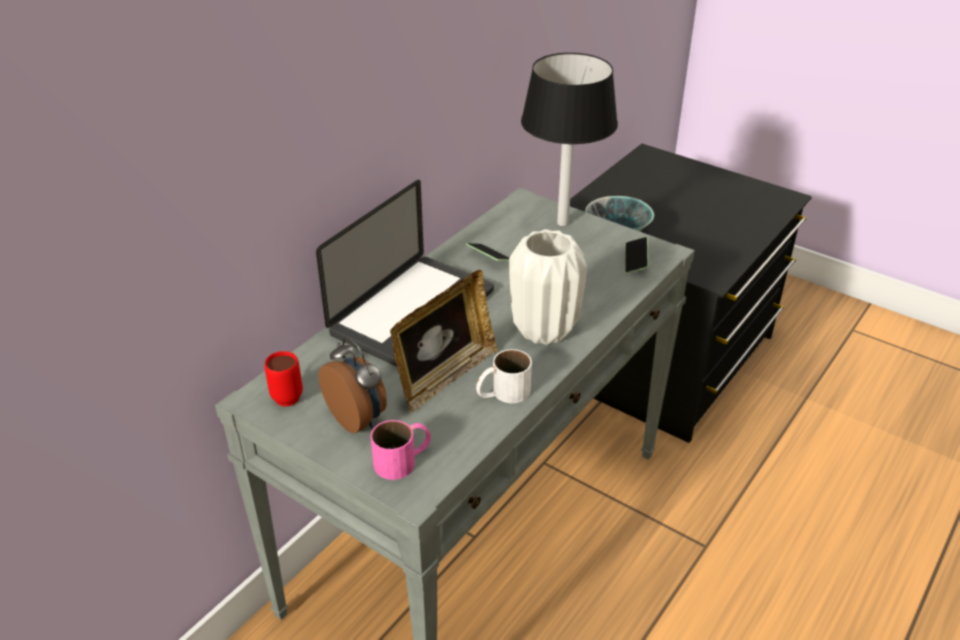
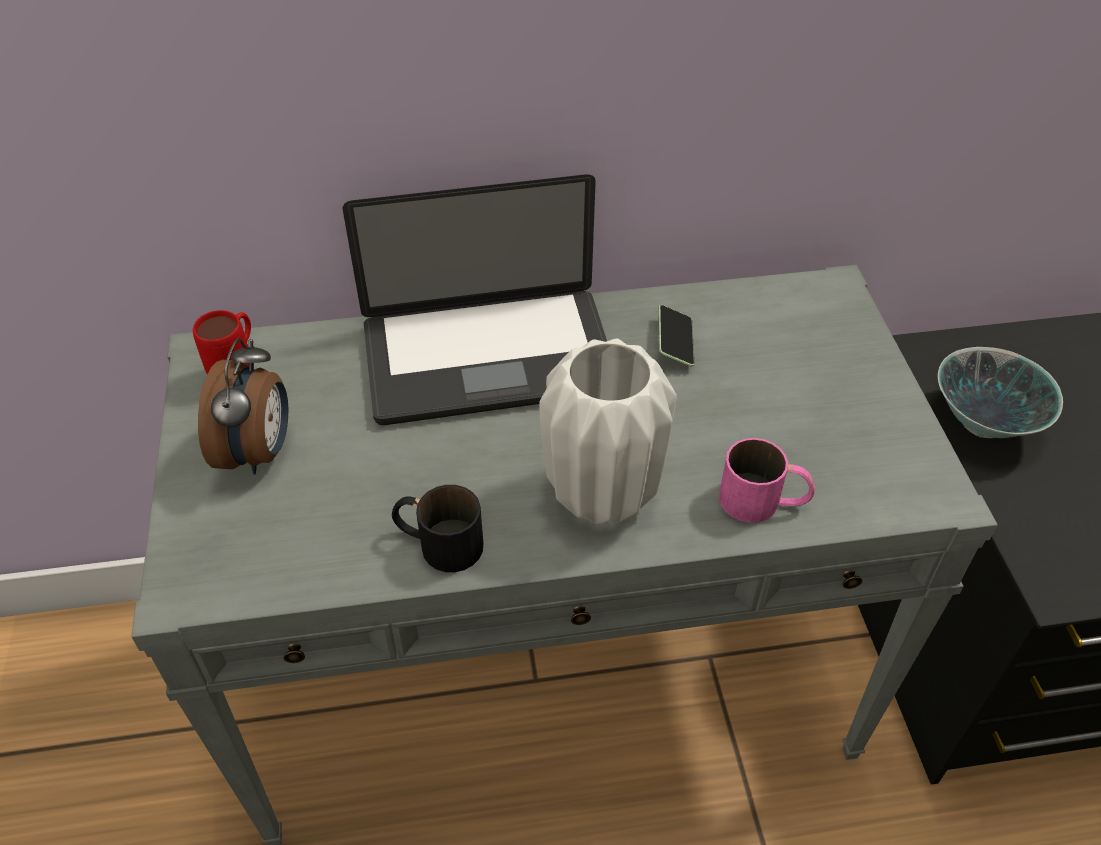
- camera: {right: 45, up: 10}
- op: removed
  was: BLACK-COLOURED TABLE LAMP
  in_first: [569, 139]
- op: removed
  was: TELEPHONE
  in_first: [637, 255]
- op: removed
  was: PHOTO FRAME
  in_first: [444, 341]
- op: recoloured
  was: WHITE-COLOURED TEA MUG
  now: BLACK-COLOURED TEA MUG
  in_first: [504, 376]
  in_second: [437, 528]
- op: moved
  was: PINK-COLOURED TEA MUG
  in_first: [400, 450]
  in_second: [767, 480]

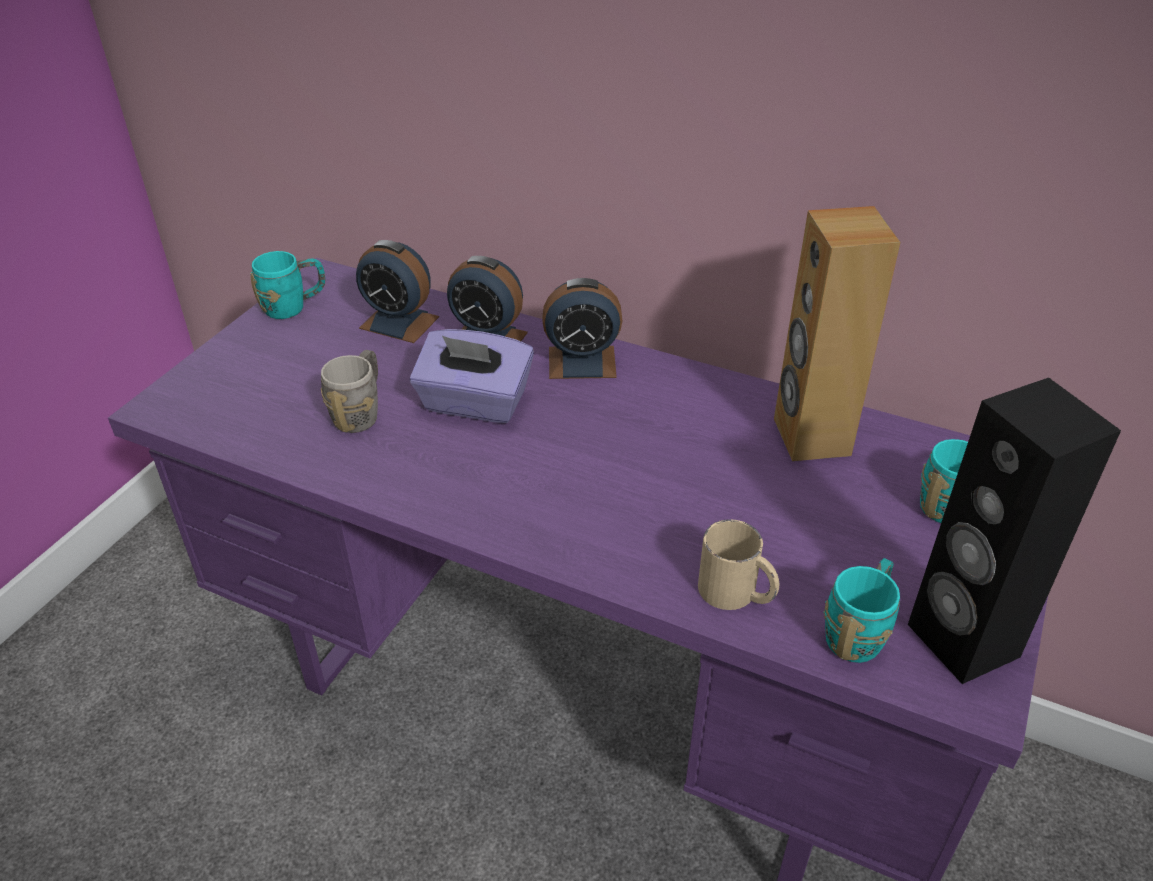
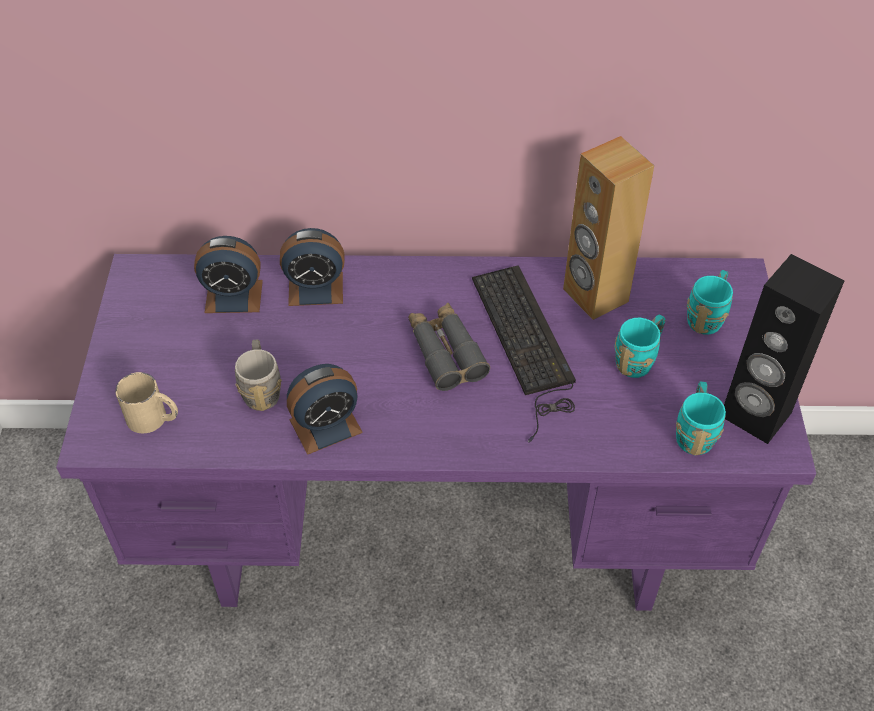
- camera: {right: -25, up: 10}
- op: moved
  was: TURQUOISE TEA MUG
  in_first: [287, 285]
  in_second: [640, 346]
- op: moved
  was: TABLE CLOCK
  in_first: [582, 328]
  in_second: [325, 409]
- op: removed
  was: PURPLE TISSUE BOX
  in_first: [472, 376]
- op: moved
  was: BEIGE TEA MUG
  in_first: [738, 564]
  in_second: [146, 403]
- op: added
  now: KEYBOARD
  in_second: [524, 354]
- op: added
  now: GRAY PAIR OF BINOCULARS
  in_second: [449, 347]

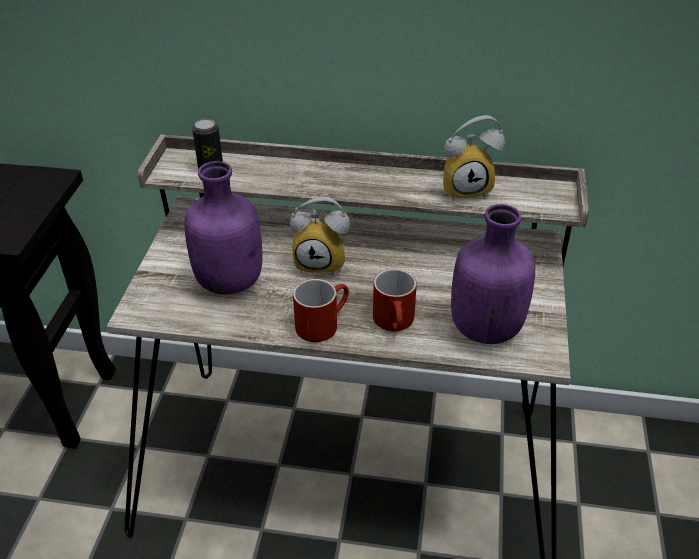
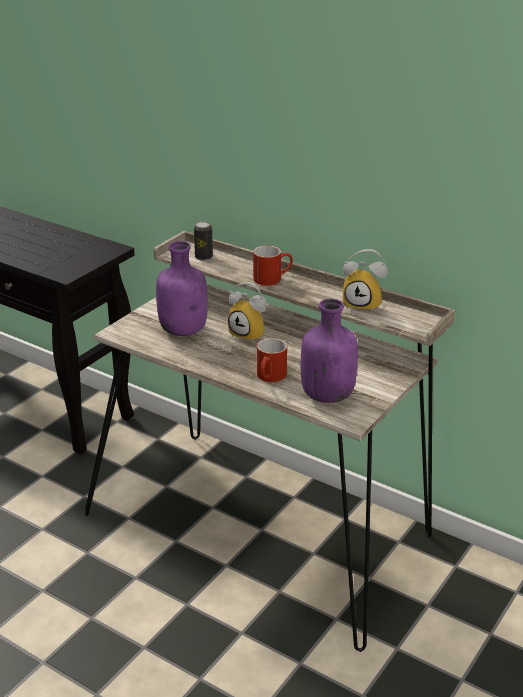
- camera: {right: 25, up: -10}
- op: moved
  was: REDDISH TEA MUG
  in_first: [321, 310]
  in_second: [273, 266]

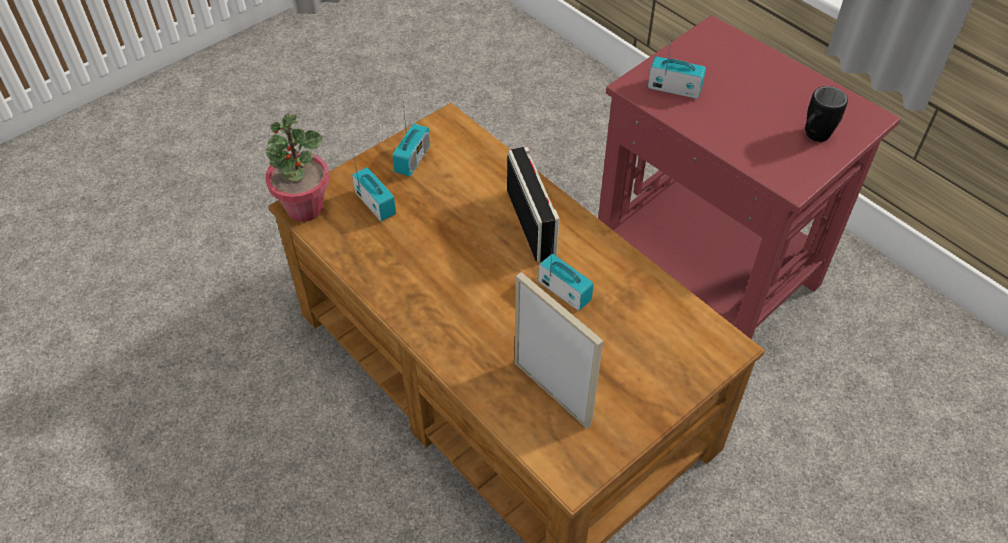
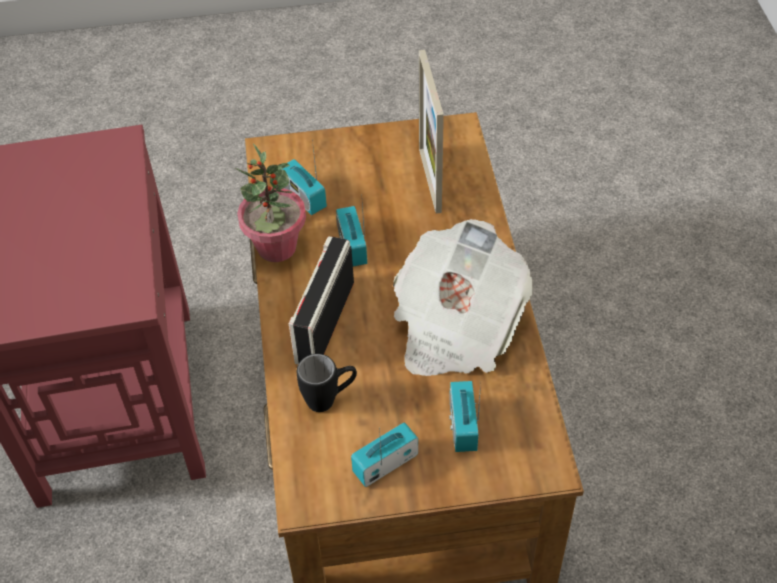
- camera: {right: -145, up: 0}
- op: moved
  was: RADIO RECEIVER
  in_first: [677, 65]
  in_second: [304, 177]
- op: moved
  was: BLACK-COLOURED TEA MUG
  in_first: [826, 114]
  in_second: [327, 383]
- op: moved
  was: POTTED PLANT
  in_first: [297, 167]
  in_second: [270, 203]
- op: added
  now: DAILY PAPER
  in_second: [463, 297]

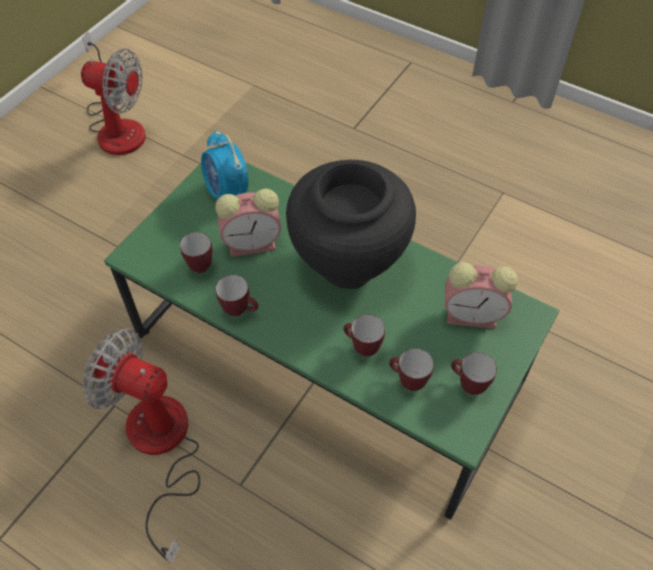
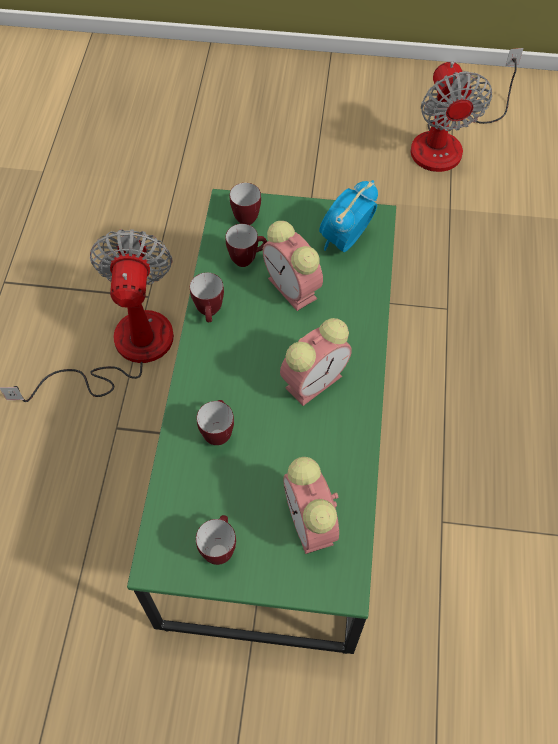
- camera: {right: 65, up: 5}
- op: replaced
  was: BLACK-COLOURED VASE
  now: TABLE CLOCK
  in_first: [351, 224]
  in_second: [316, 362]
- op: moved
  was: TEA MUG
  in_first: [411, 369]
  in_second: [245, 204]

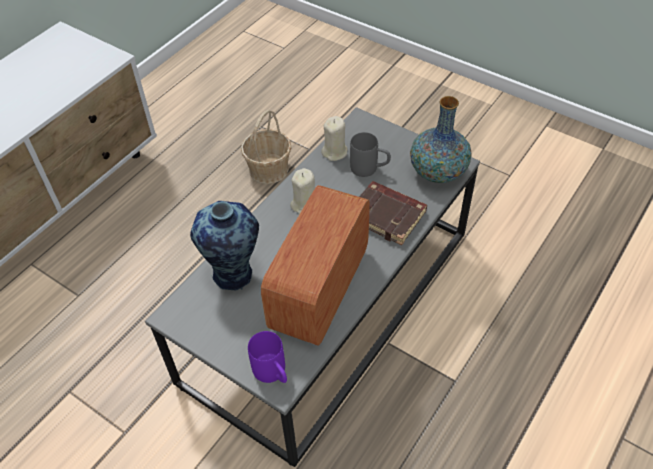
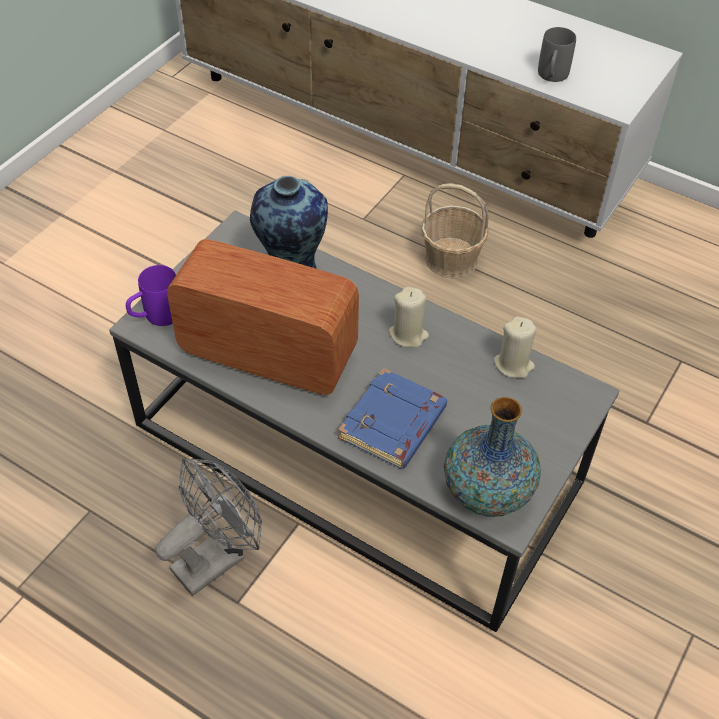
- camera: {right: 85, up: 0}
- op: moved
  was: HOUSEHOLD BASKET
  in_first: [266, 146]
  in_second: [455, 231]
- op: moved
  was: GRAY TEA MUG
  in_first: [370, 154]
  in_second: [557, 54]
- op: recoloured
  was: BROWNISH VOLUME
  now: BLUISH VOLUME
  in_first: [393, 213]
  in_second: [392, 418]
- op: added
  now: GRAY ELECTRIC FAN
  in_second: [208, 527]

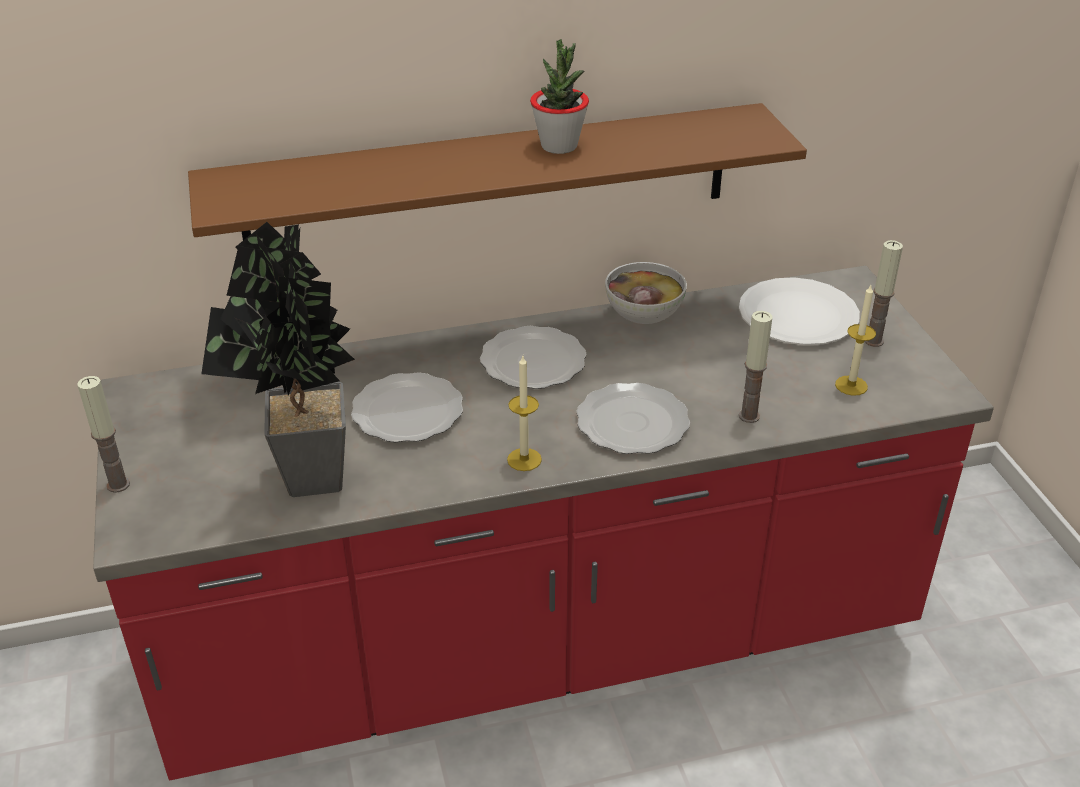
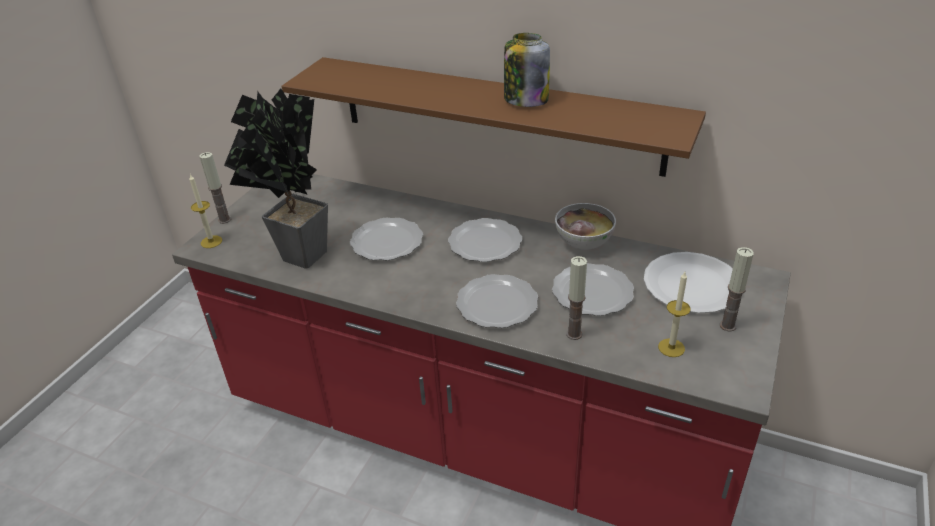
- camera: {right: 40, up: 0}
- op: replaced
  was: POTTED PLANT
  now: PRESERVE JAR
  in_first: [559, 96]
  in_second: [527, 70]
- op: moved
  was: CANDLE
  in_first: [524, 413]
  in_second: [205, 211]
- op: added
  now: PLATE
  in_second: [593, 289]

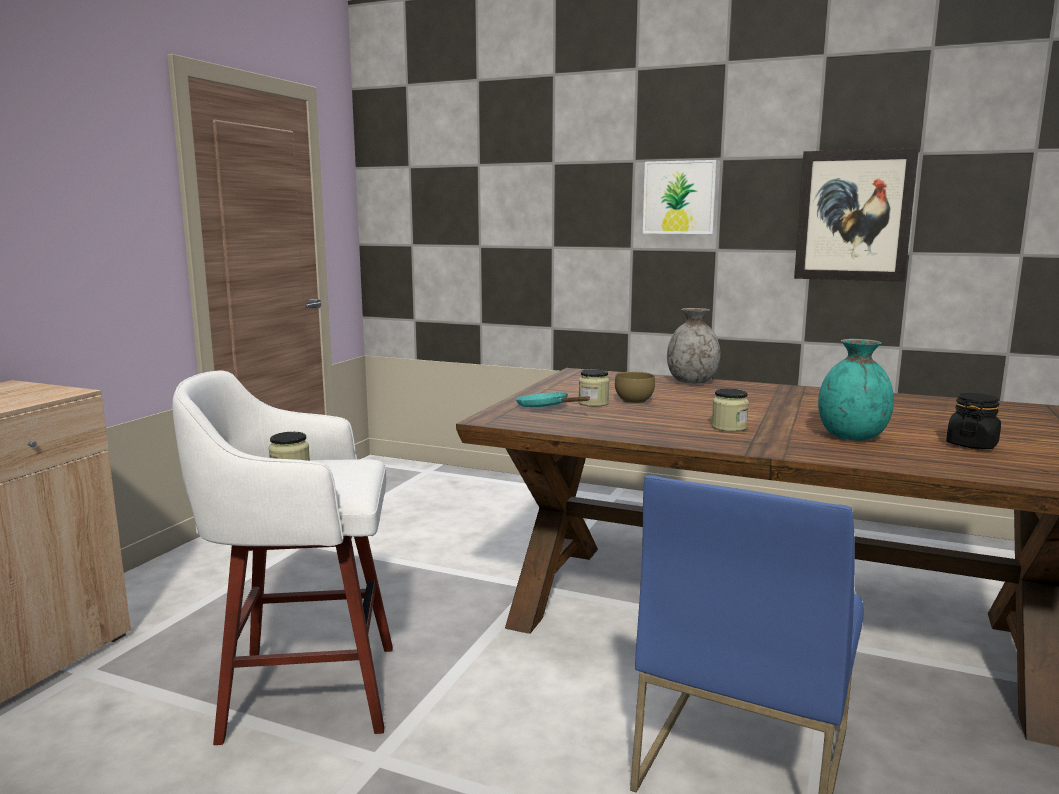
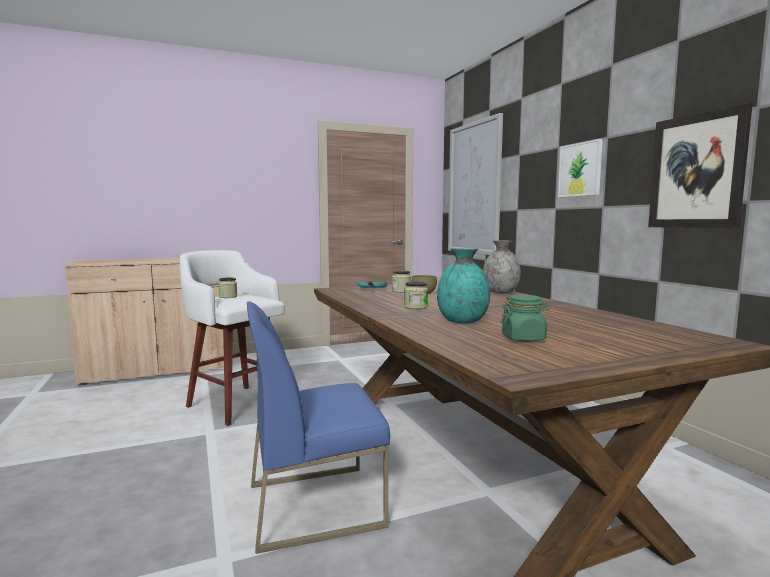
- camera: {right: 45, up: -5}
- op: recoloured
  was: BLACK-COLOURED PRESERVE JAR
  now: GREENISH PRESERVE JAR
  in_first: [973, 421]
  in_second: [525, 318]
- op: added
  now: WALL ART
  in_second: [475, 184]

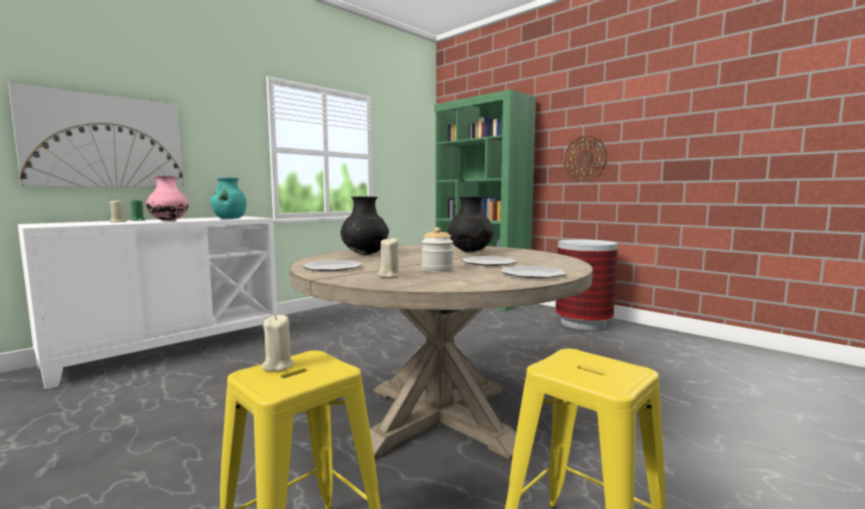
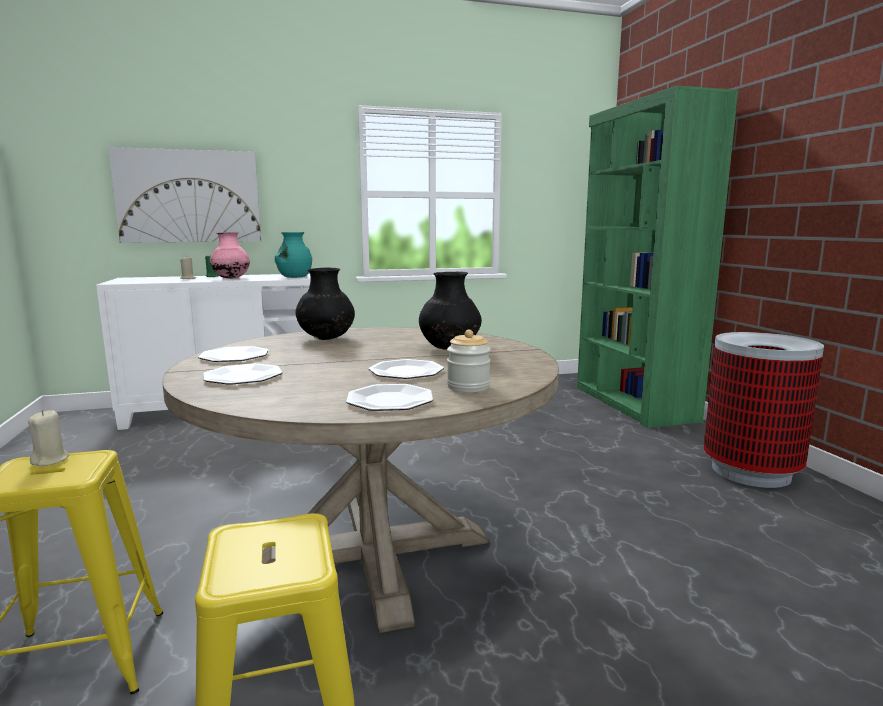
- camera: {right: 30, up: 5}
- op: removed
  was: CLOCK ON THE WALL
  in_first: [585, 158]
- op: moved
  was: PRESERVE JAR
  in_first: [437, 249]
  in_second: [469, 361]
- op: replaced
  was: BEIGE CANDLE
  now: PLATE
  in_first: [389, 258]
  in_second: [243, 374]

